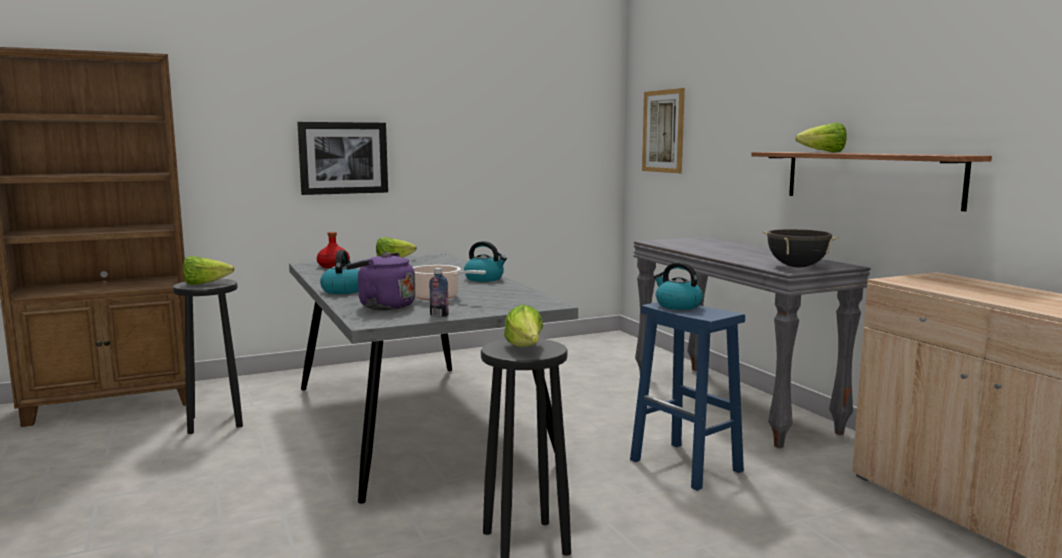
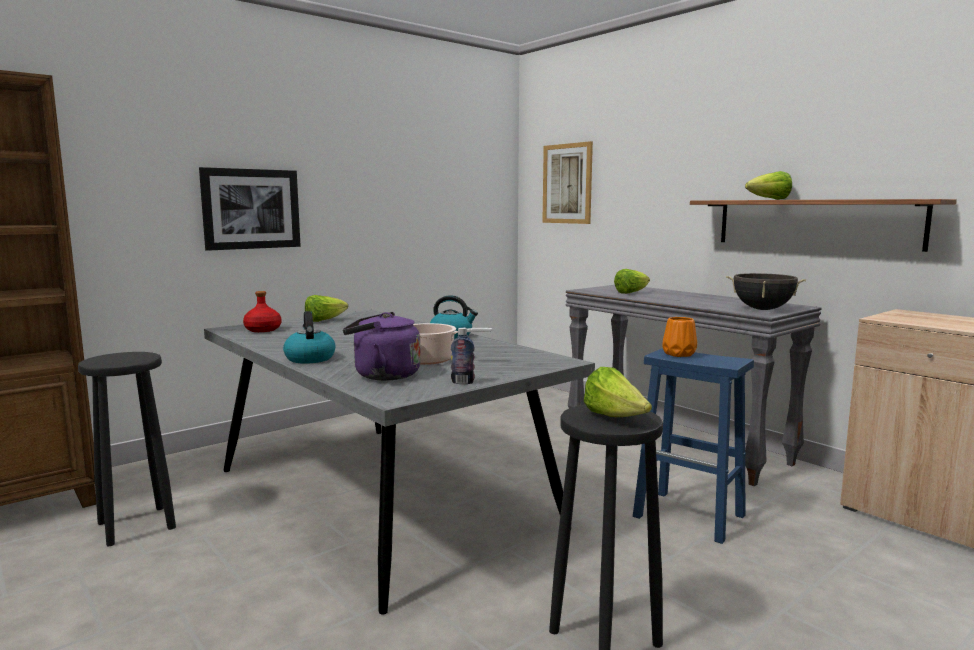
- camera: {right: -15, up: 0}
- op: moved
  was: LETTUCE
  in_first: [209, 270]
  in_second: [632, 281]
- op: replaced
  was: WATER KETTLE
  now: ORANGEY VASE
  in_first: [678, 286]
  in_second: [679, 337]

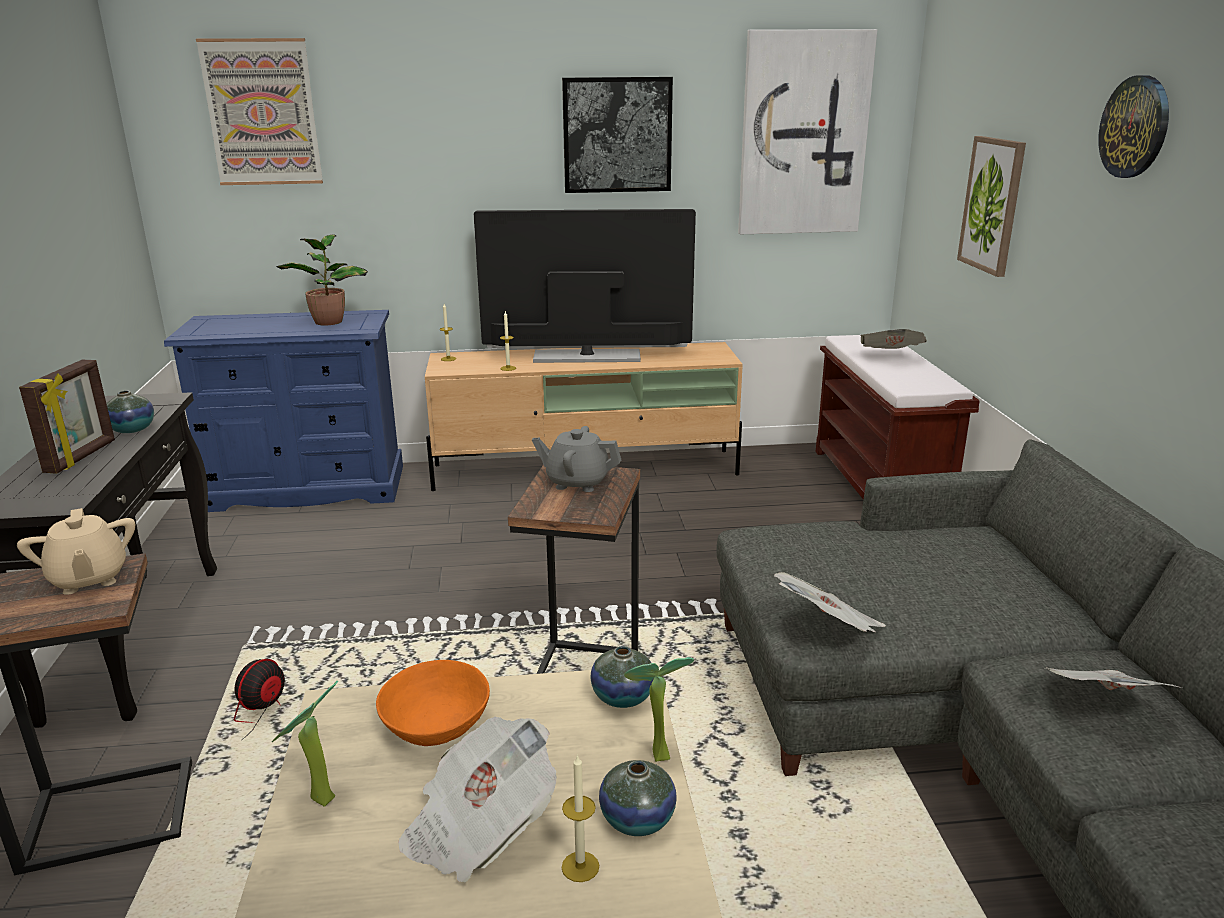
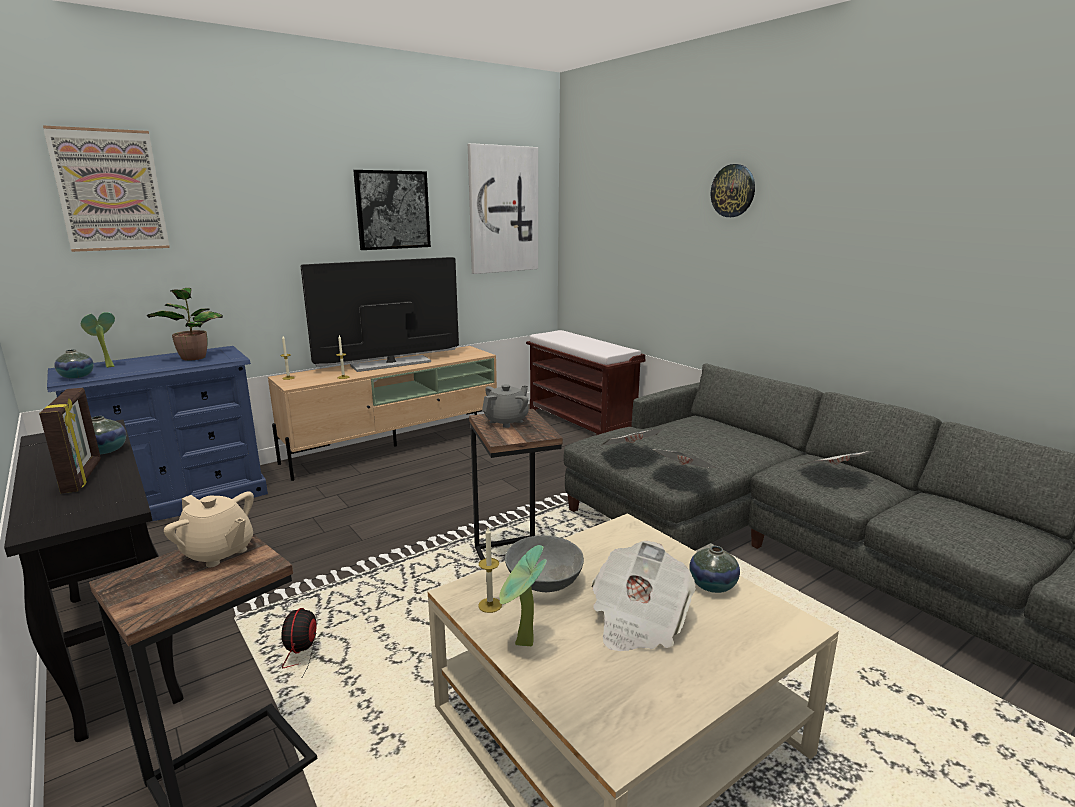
- camera: {right: -30, up: -5}
- op: removed
  was: WALL ART
  in_first: [991, 206]
- op: moved
  was: DAILY PAPER
  in_first: [893, 339]
  in_second: [632, 437]
- op: turned
  was: GRAY TEA POT
  in_first: [576, 459]
  in_second: [505, 406]
  clockwise: 150
- op: moved
  was: VASE
  in_first: [622, 677]
  in_second: [74, 363]
- op: moved
  was: POTTED PLANT
  in_first: [659, 709]
  in_second: [98, 340]
- op: recoloured
  was: ORANGEY DEEP DISH
  now: GRAY DEEP DISH
  in_first: [433, 703]
  in_second: [544, 563]
- op: moved
  was: CANDLE
  in_first: [580, 818]
  in_second: [490, 570]

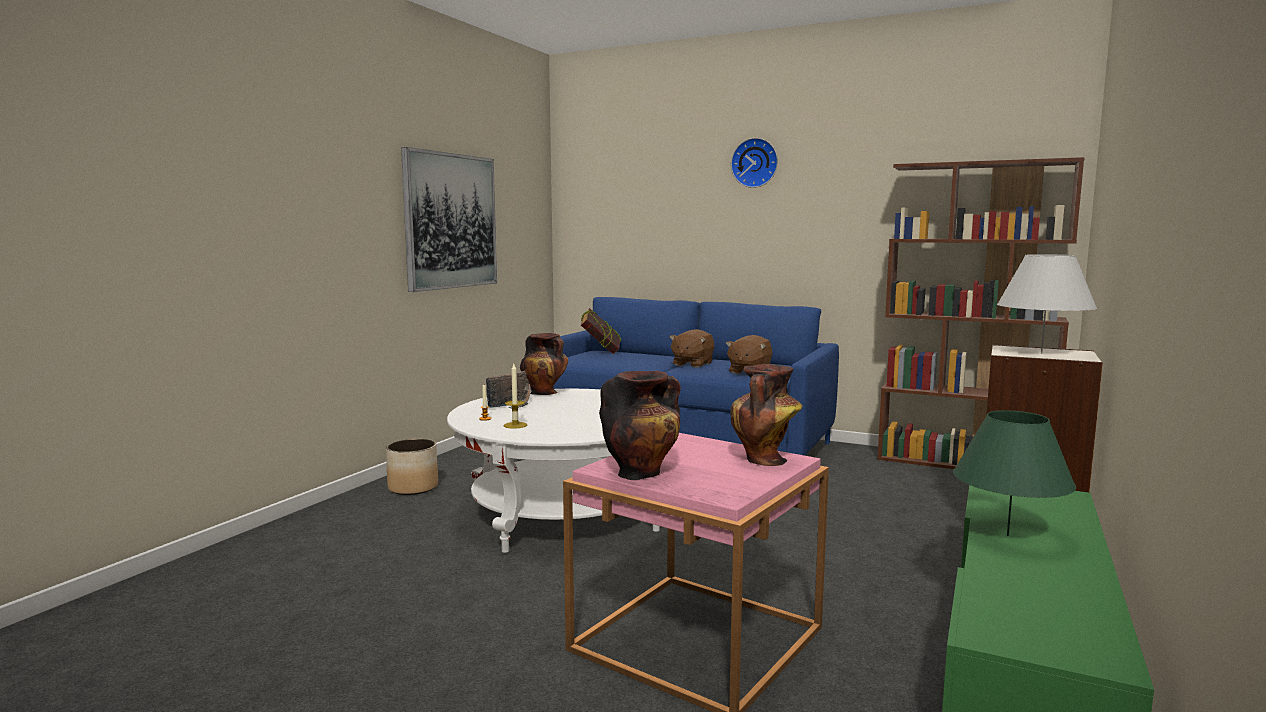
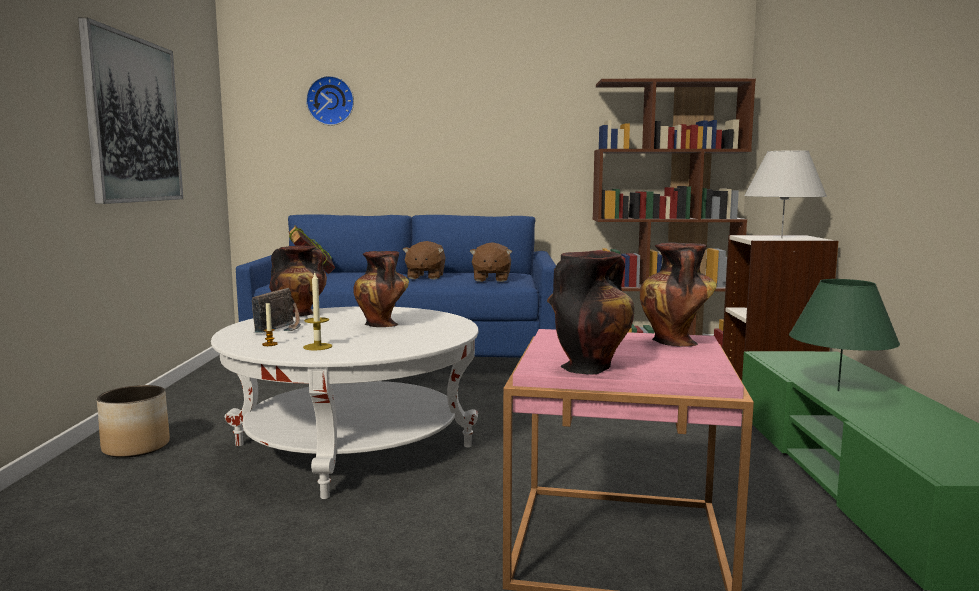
- camera: {right: -25, up: 0}
- op: moved
  was: CLOCK ON THE WALL
  in_first: [754, 163]
  in_second: [330, 101]
- op: added
  now: VASE
  in_second: [381, 289]

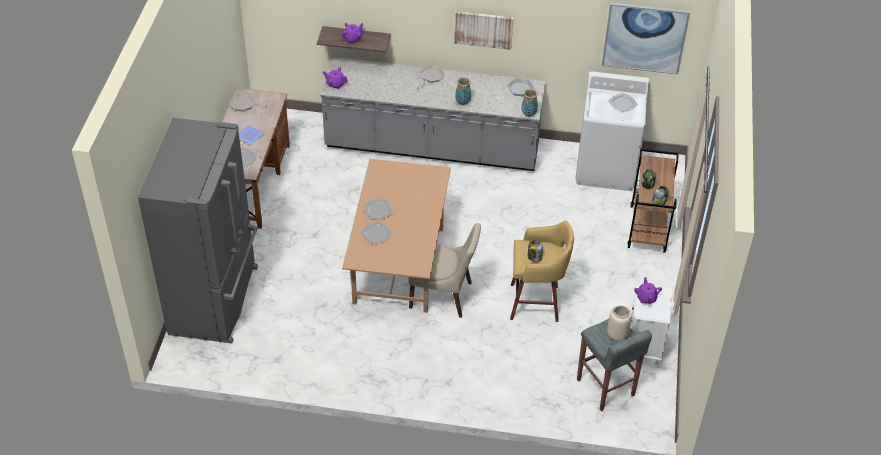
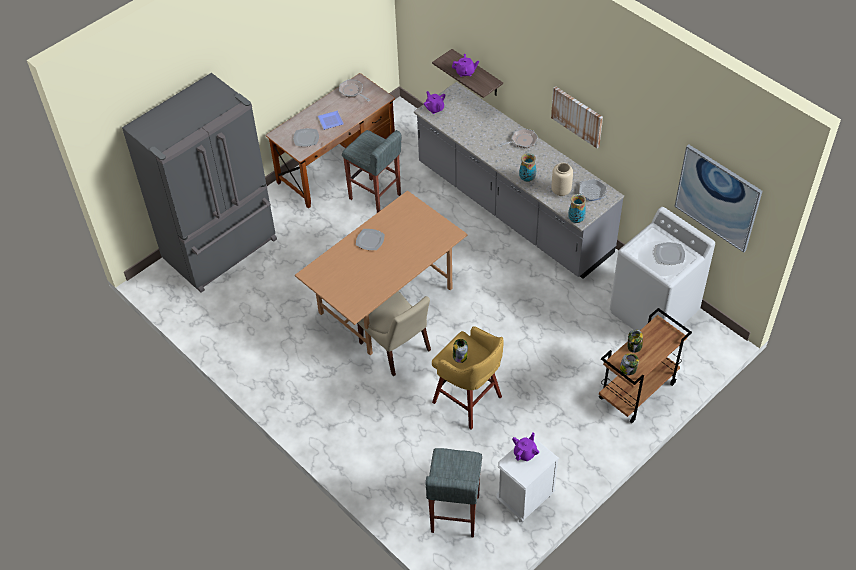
- camera: {right: 40, up: 5}
- op: removed
  was: PLATE
  in_first: [376, 233]
- op: moved
  was: BEIGE VASE
  in_first: [619, 323]
  in_second: [562, 179]
- op: added
  now: GRAY SITTING STOOL
  in_second: [372, 171]

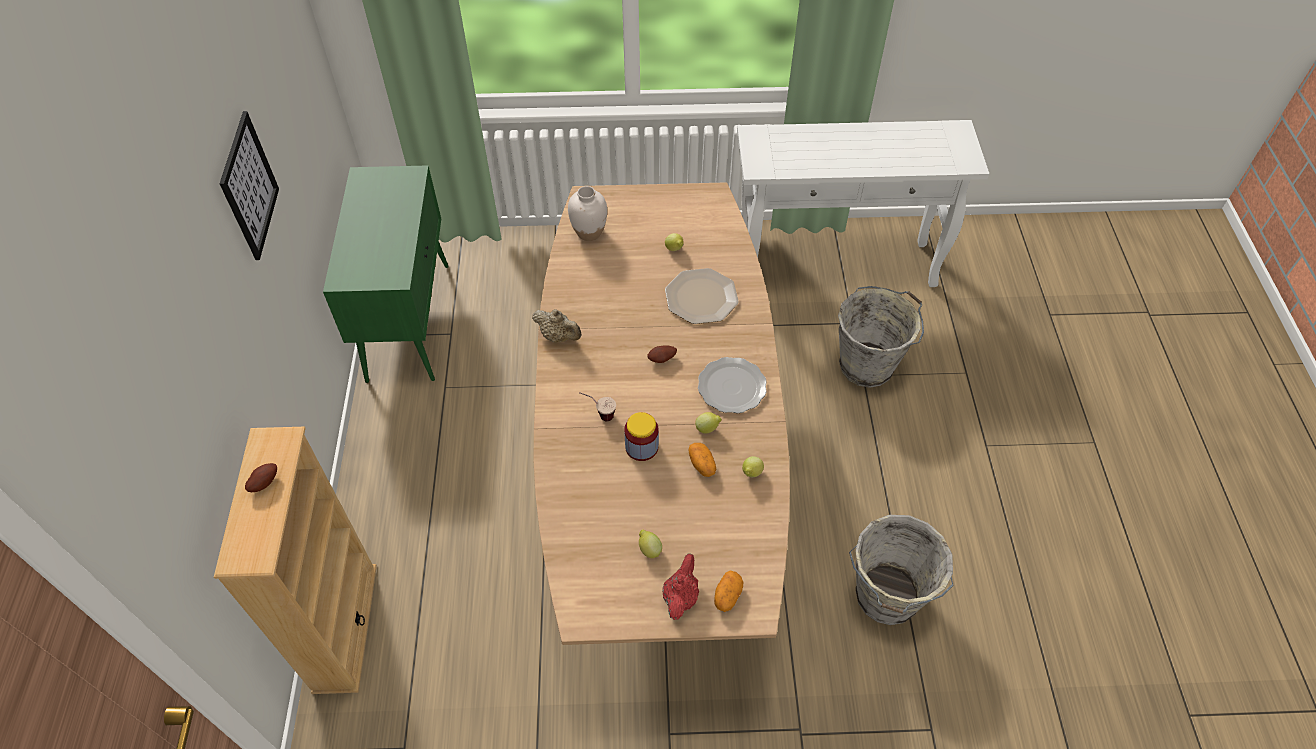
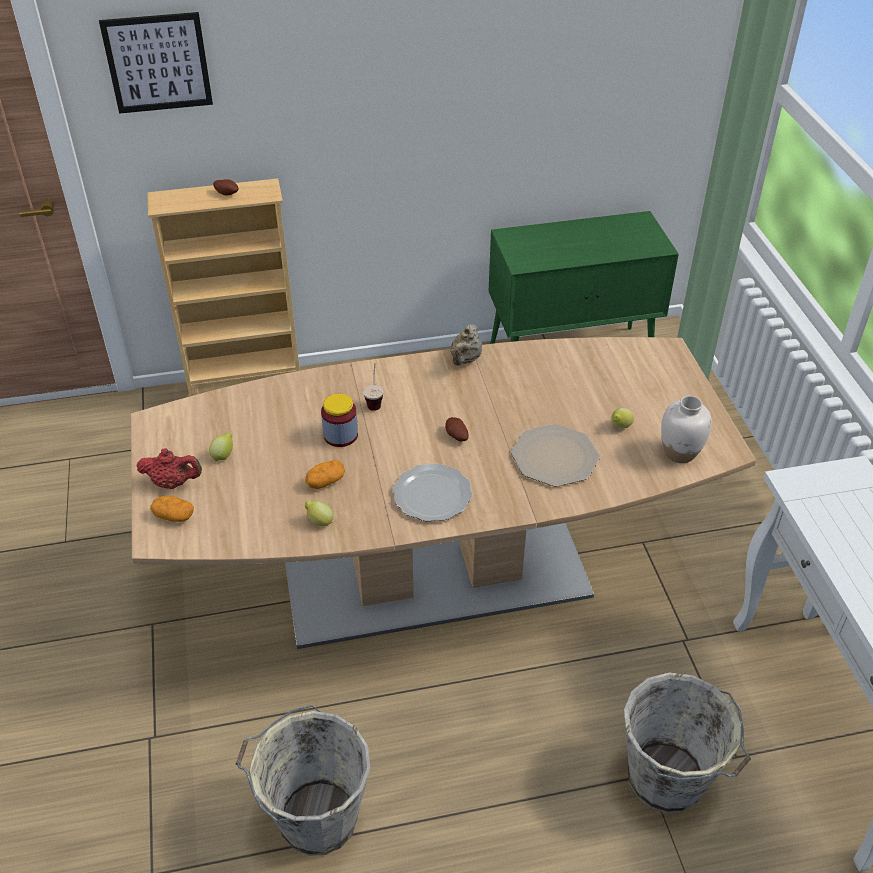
- camera: {right: 80, up: -10}
- op: moved
  was: WALL ART
  in_first: [249, 185]
  in_second: [156, 63]
- op: moved
  was: WHITE-COLOURED VASE
  in_first: [587, 213]
  in_second: [686, 429]
- op: removed
  was: CITRUS FRUIT
  in_first: [708, 423]

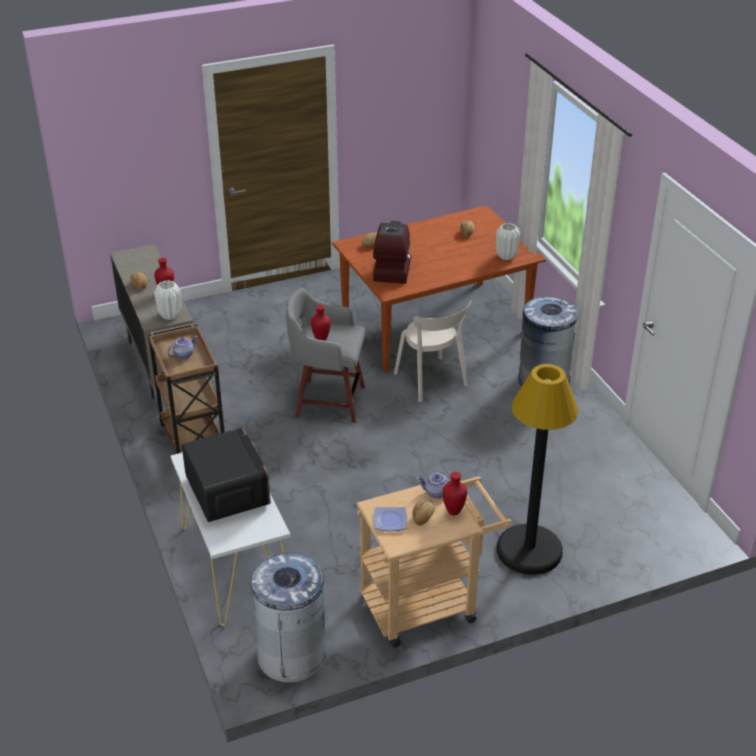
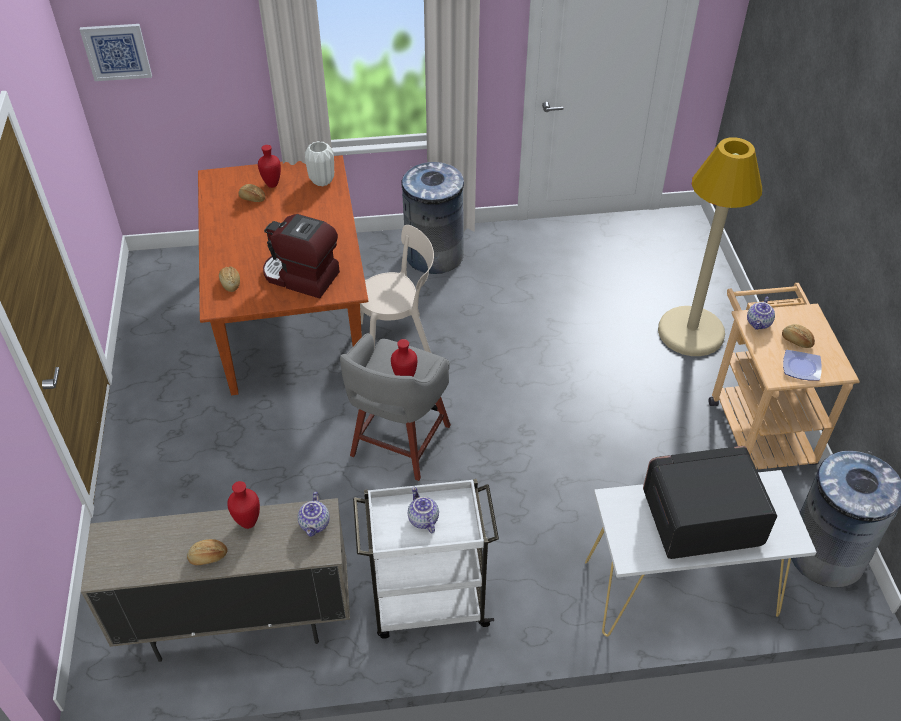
- camera: {right: -75, up: 10}
- op: replaced
  was: WHITE-COLOURED VASE
  now: TEA POT
  in_first: [168, 300]
  in_second: [314, 514]
- op: recoloured
  was: BROWNISH WHEELED CART
  now: WHITE-COLOURED WHEELED CART
  in_first: [186, 388]
  in_second: [426, 559]
- op: recoloured
  was: BLACK-COLOURED STANDARD LAMP
  now: BEIGE STANDARD LAMP
  in_first: [537, 469]
  in_second: [710, 246]
- op: moved
  was: REDDISH VASE
  in_first: [455, 493]
  in_second: [269, 166]
- op: added
  now: WALL ART
  in_second: [115, 52]

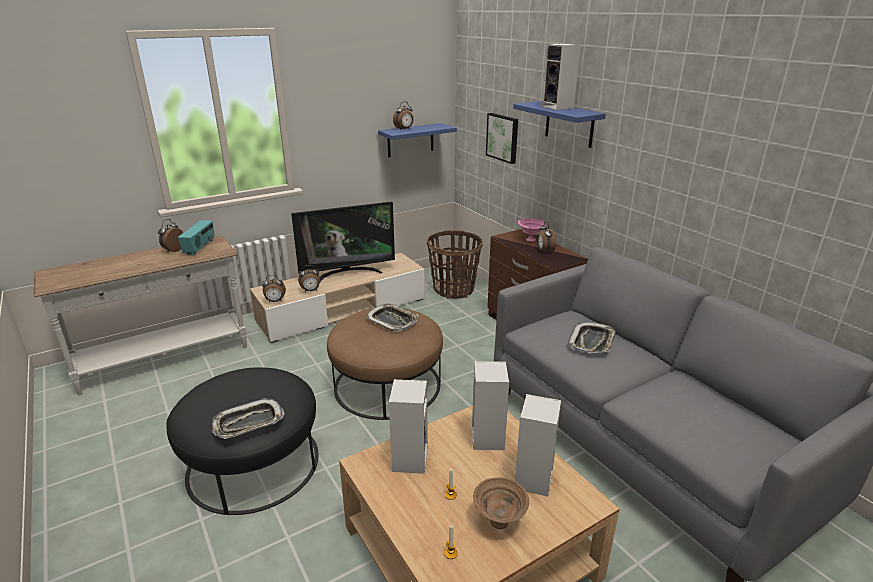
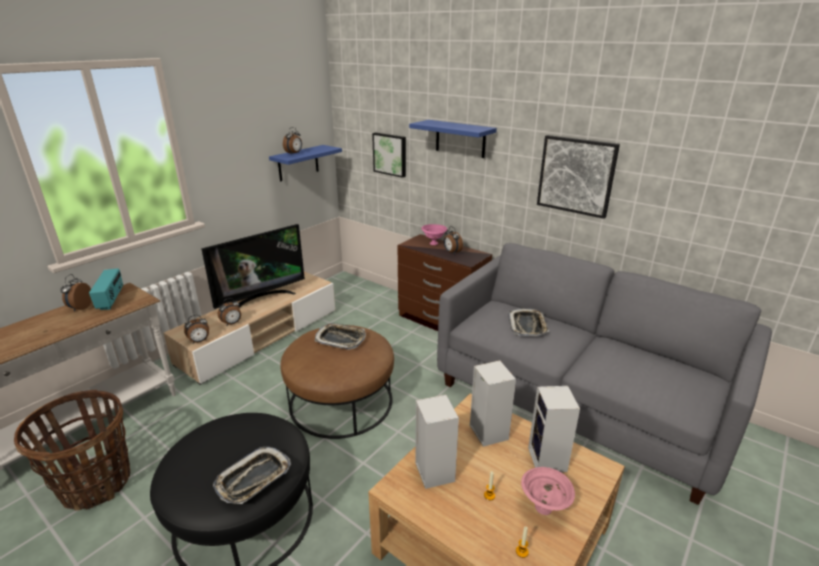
- camera: {right: -20, up: 0}
- op: removed
  was: SPEAKER
  in_first: [561, 77]
- op: moved
  was: HOUSEHOLD BASKET
  in_first: [455, 264]
  in_second: [72, 450]
- op: recoloured
  was: BROWNISH DEEP DISH
  now: PINK-COLOURED DEEP DISH
  in_first: [501, 503]
  in_second: [548, 491]
- op: added
  now: WALL ART
  in_second: [578, 177]

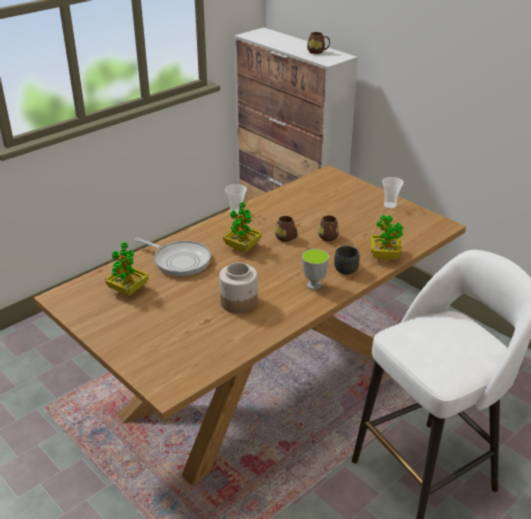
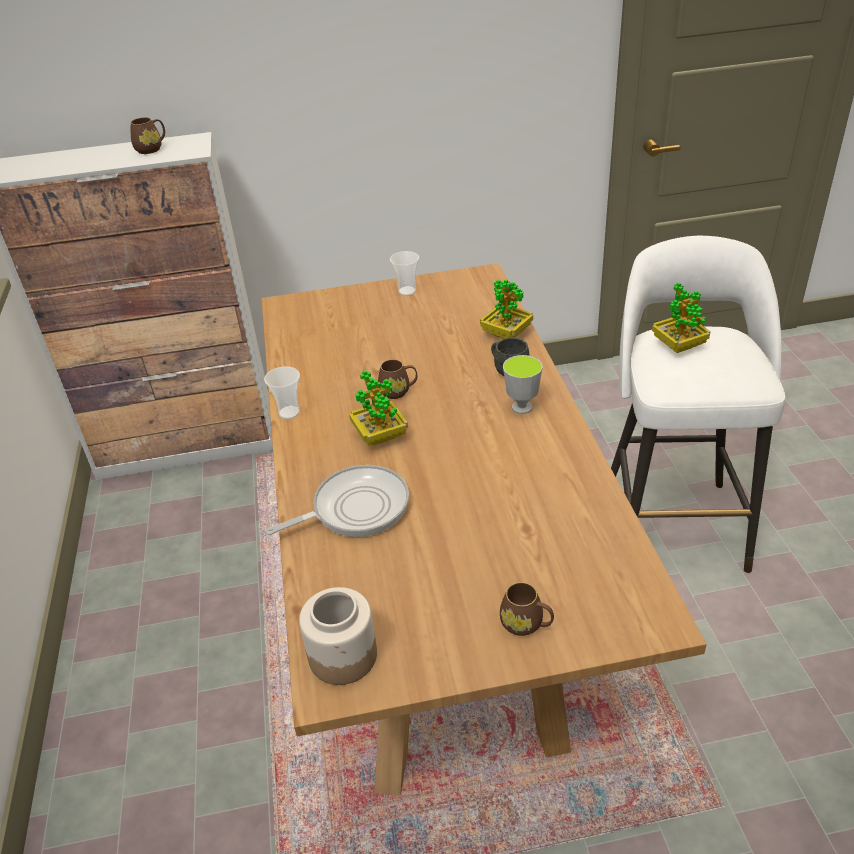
- camera: {right: -55, up: 5}
- op: moved
  was: BROWNISH TEA MUG
  in_first: [328, 228]
  in_second: [527, 609]
- op: moved
  was: POTTED PLANT
  in_first: [127, 269]
  in_second: [681, 317]
- op: moved
  was: PRESERVE JAR
  in_first: [238, 288]
  in_second: [338, 636]

